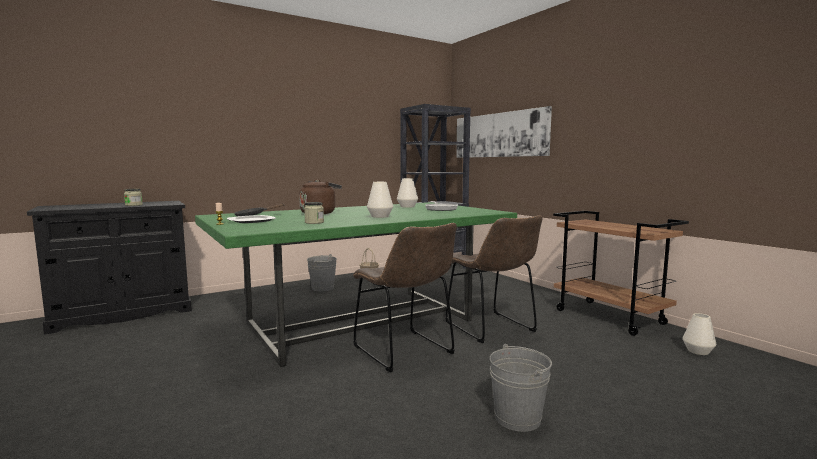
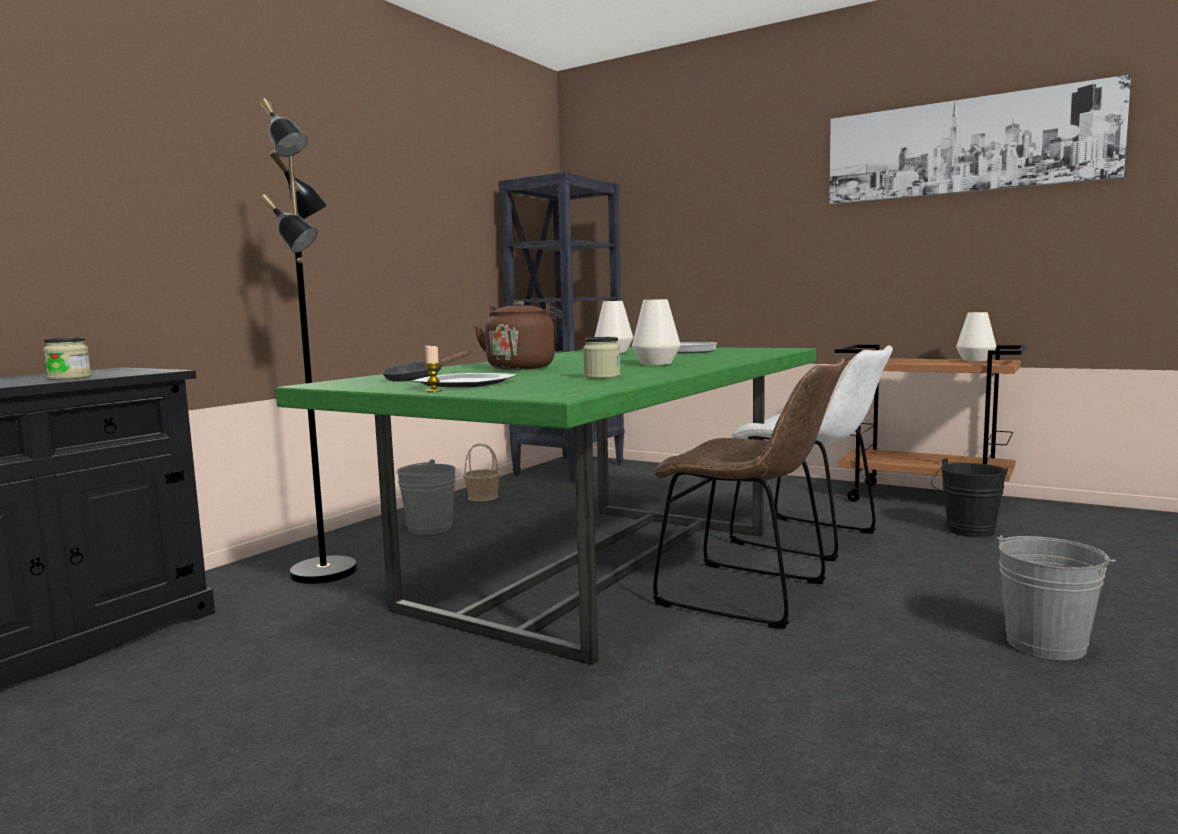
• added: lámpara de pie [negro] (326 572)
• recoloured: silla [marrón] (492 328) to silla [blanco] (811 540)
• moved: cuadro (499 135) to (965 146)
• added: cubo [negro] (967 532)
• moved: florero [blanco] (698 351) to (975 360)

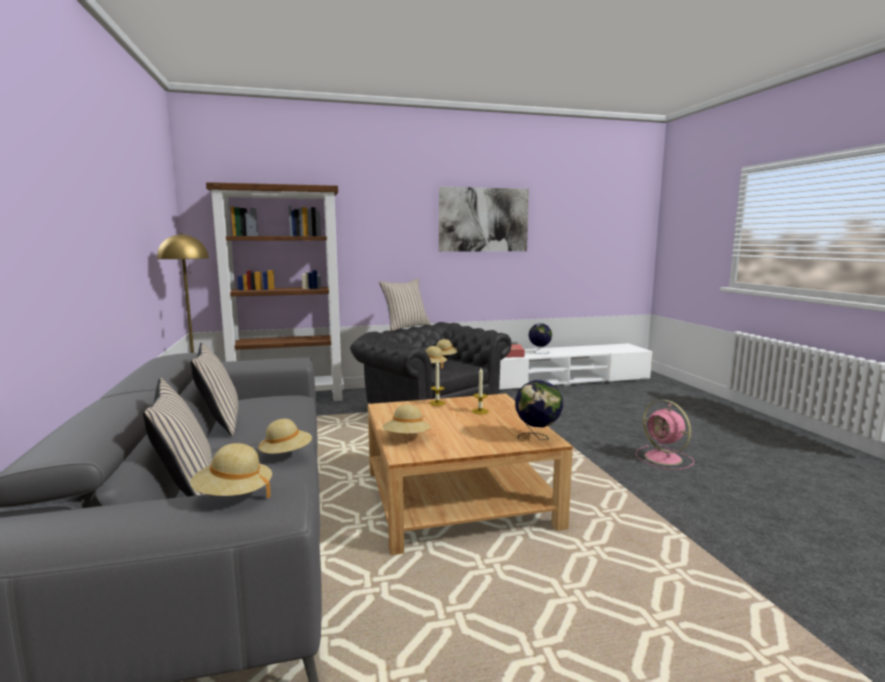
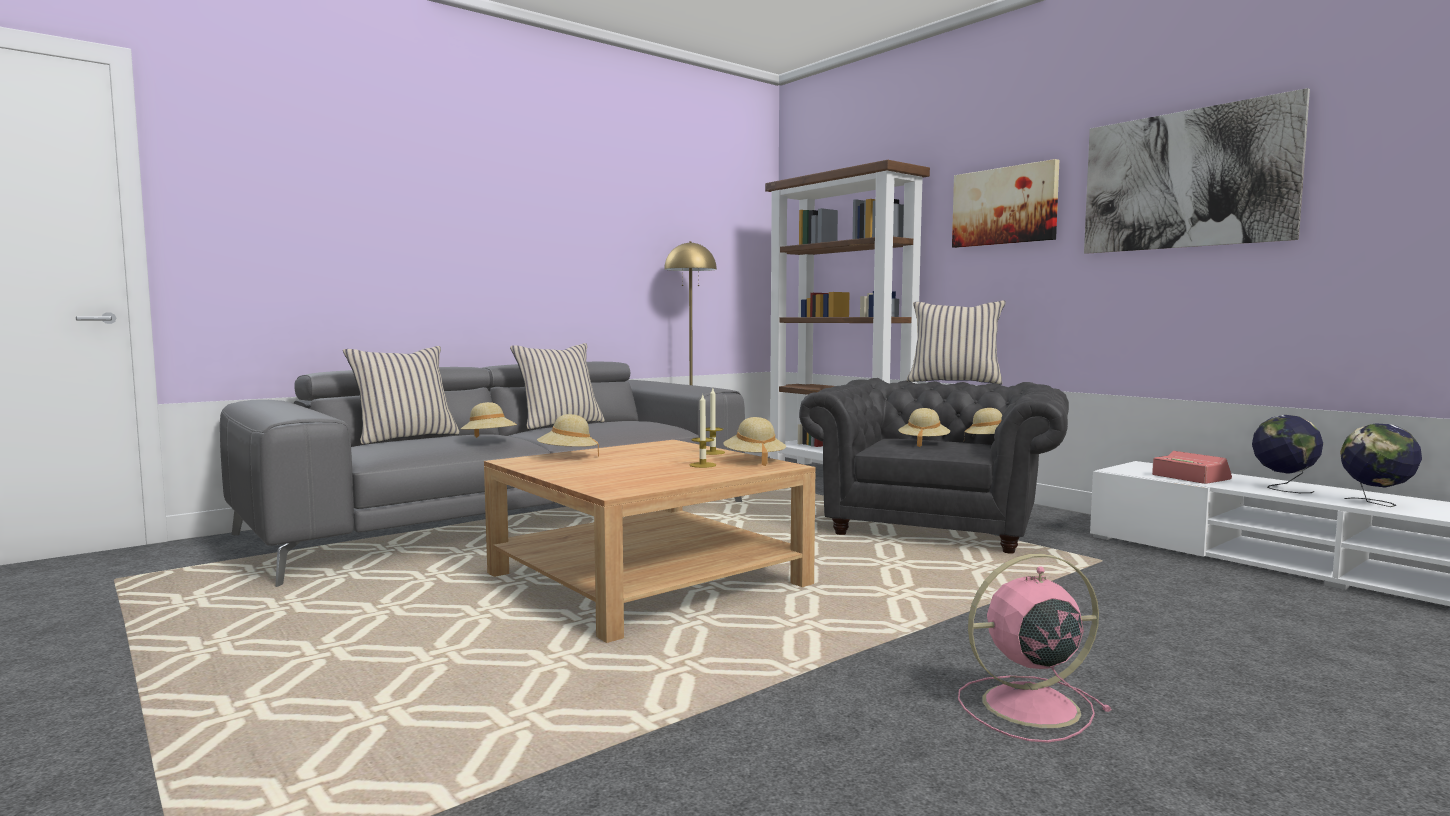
• moved: sombrero [beis] (233 495) to (754 460)
• added: cuadro (1004 206)
• turned: ventilador [rosa] (664 458) = (1026 706) 45 degrees clockwise
• moved: globo terráqueo (537 438) to (1376 503)

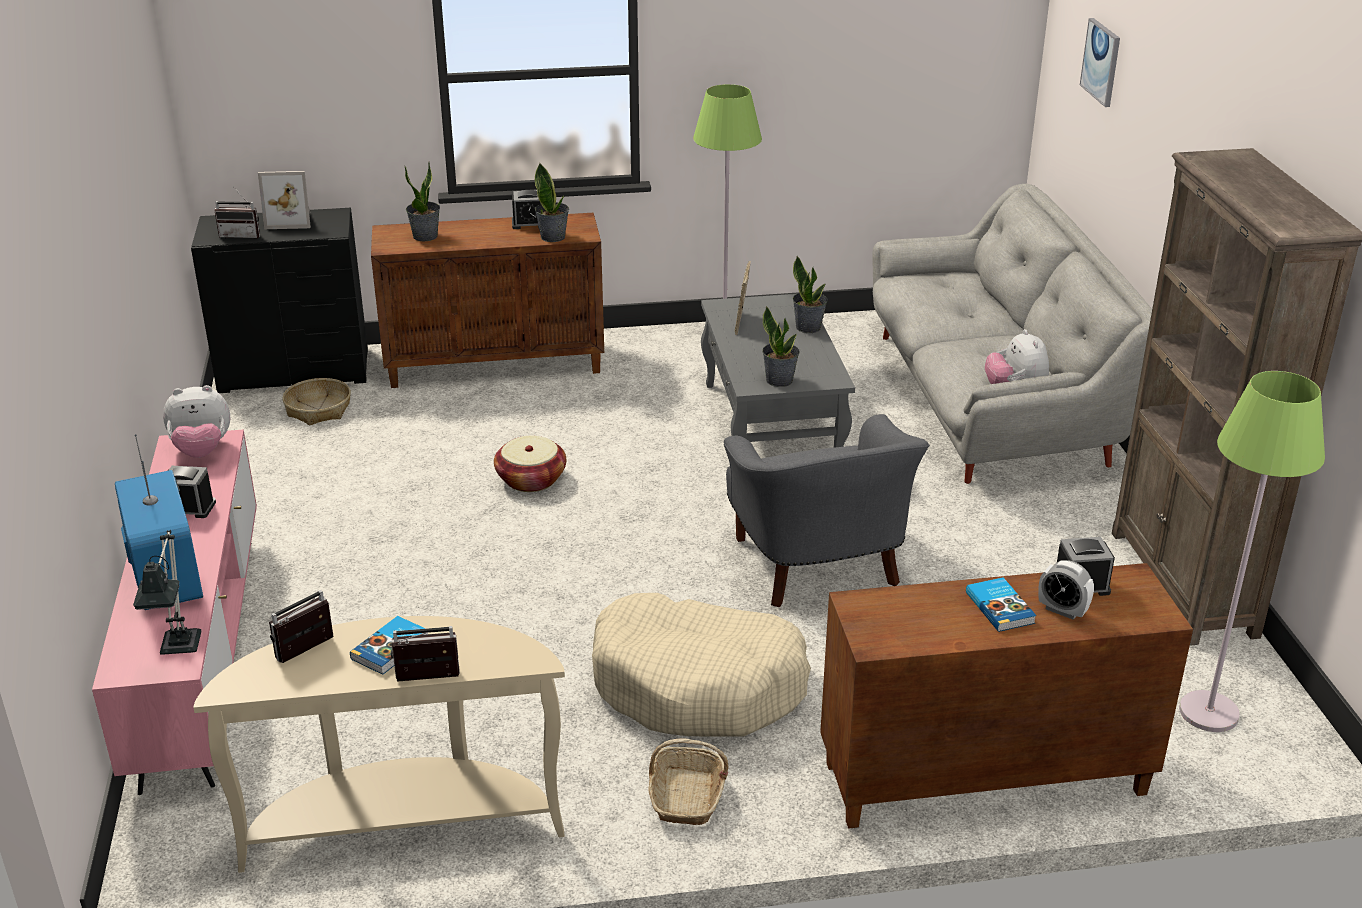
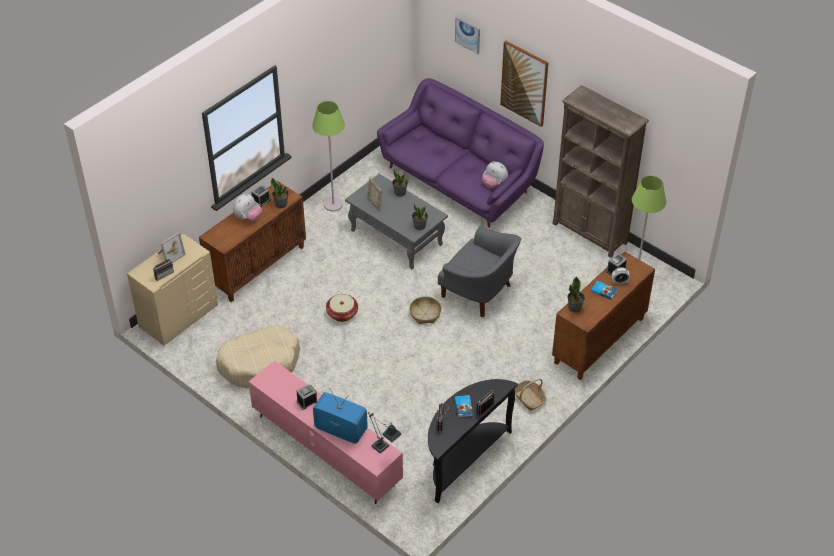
• recoloured: cómoda [negro] (294 370) to cómoda [beis] (178 316)
• moved: cama para perro [beis] (698 685) to (260 363)
• moved: peluche (202 451) to (248 217)
• recoloured: sofá [gris] (988 401) to sofá [morado] (459 182)
• moved: cesta (318 410) to (425 314)
• recoloured: mesa consola [beis] (403 823) to mesa consola [negro] (463 459)
• added: cuadro (524 83)
• moved: planta en maceta (425 236) to (575 308)

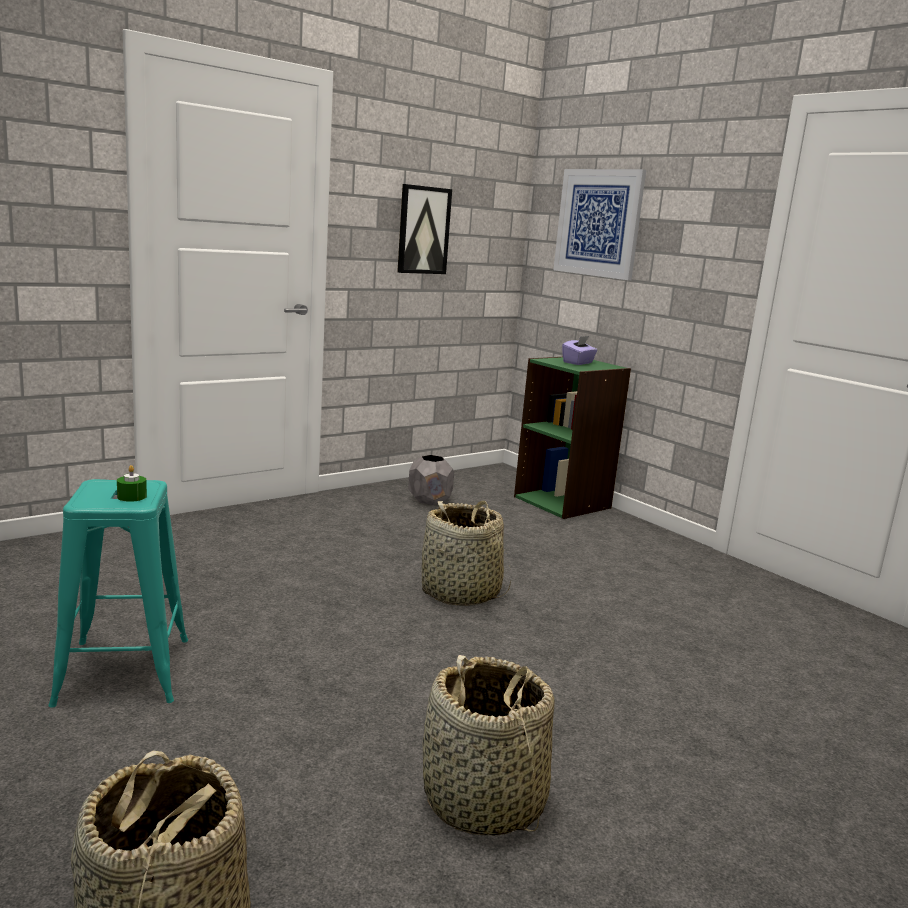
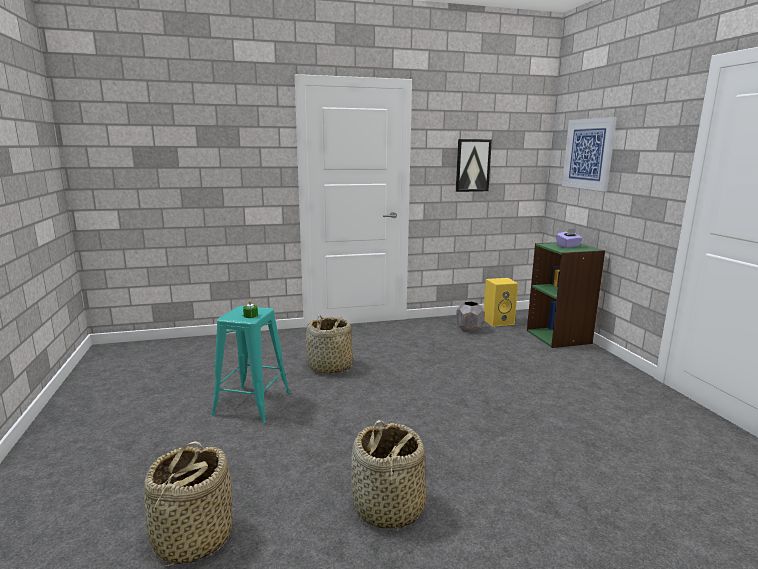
• moved: cesta (461 593) to (330 367)
• added: altavoz [amarillo] (498 321)

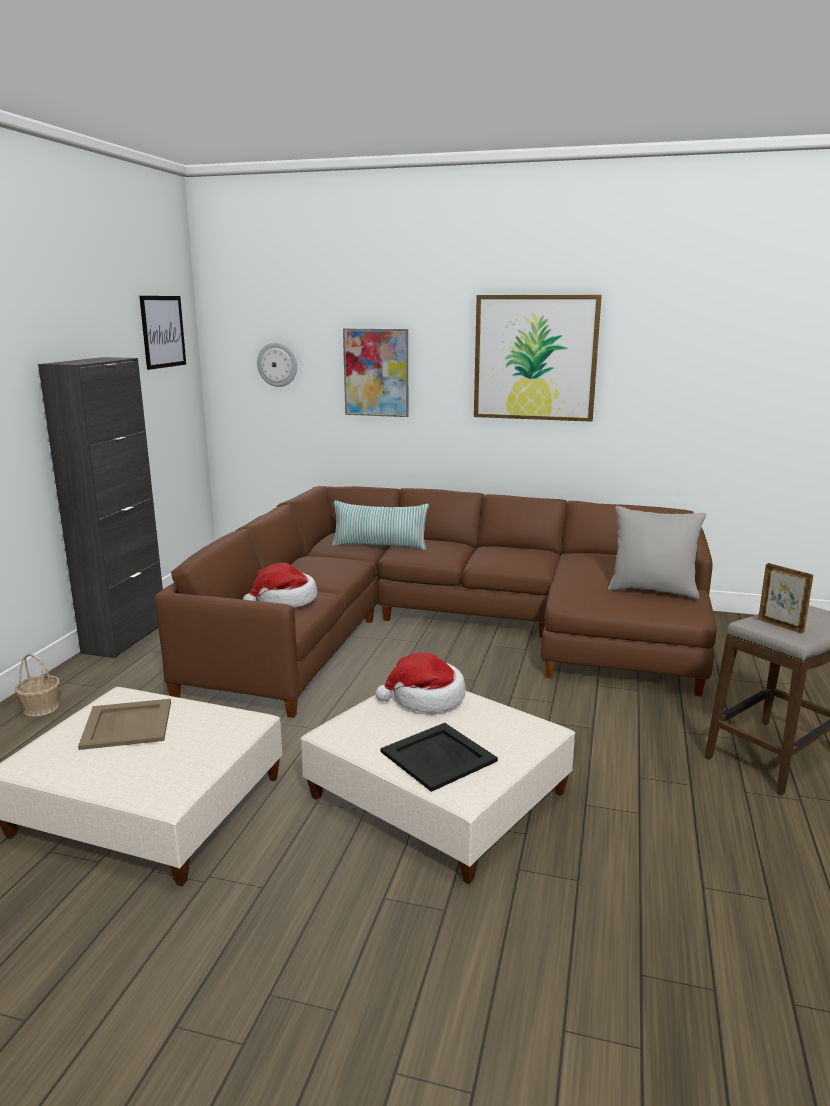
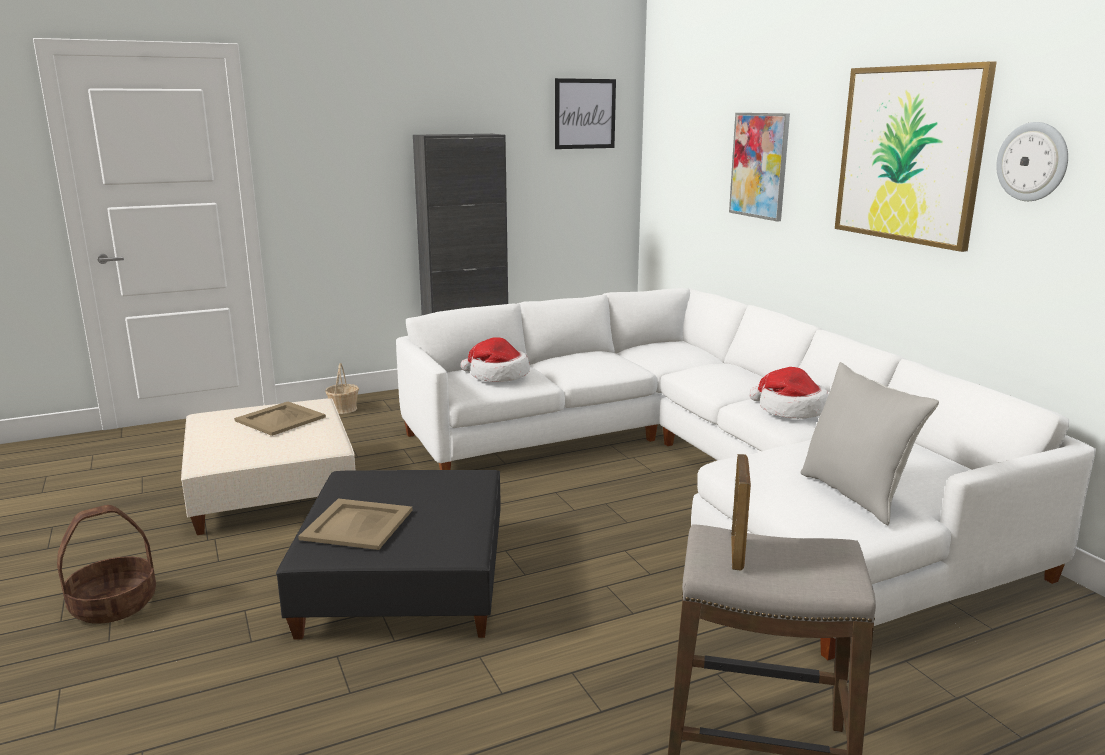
• added: cesta (113 605)
• recoloured: puf [beis] (438 795) to puf [negro] (406 578)
• recoloured: bandeja [negro] (438 756) to bandeja [beis] (358 524)
• recoloured: sofá [marrón] (447 629) to sofá [blanco] (702 474)
• moved: sombrero (426 698) to (790 410)
• moved: reloj de pared (277 364) to (1033 162)
• removed: cojín (379 546)

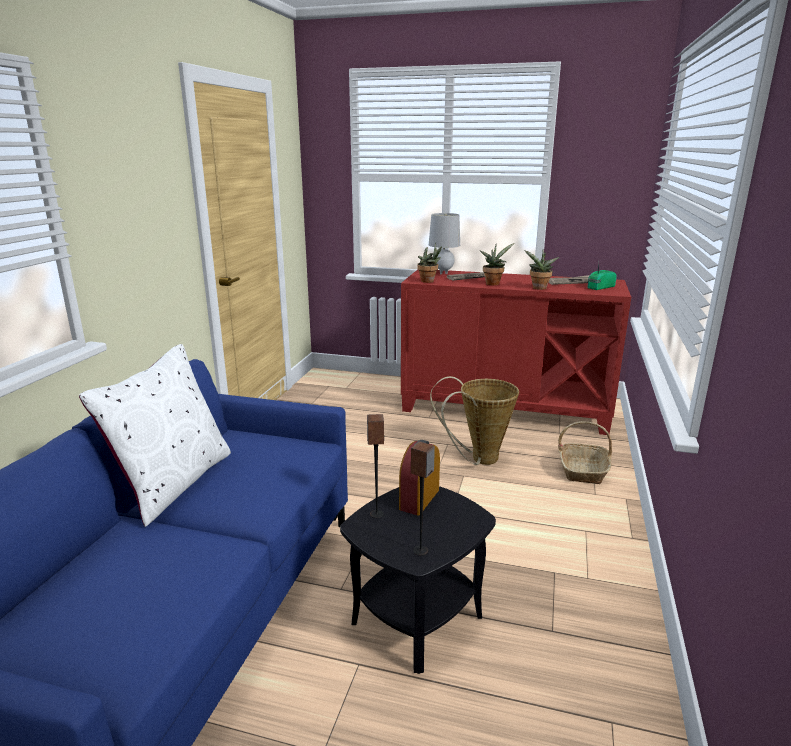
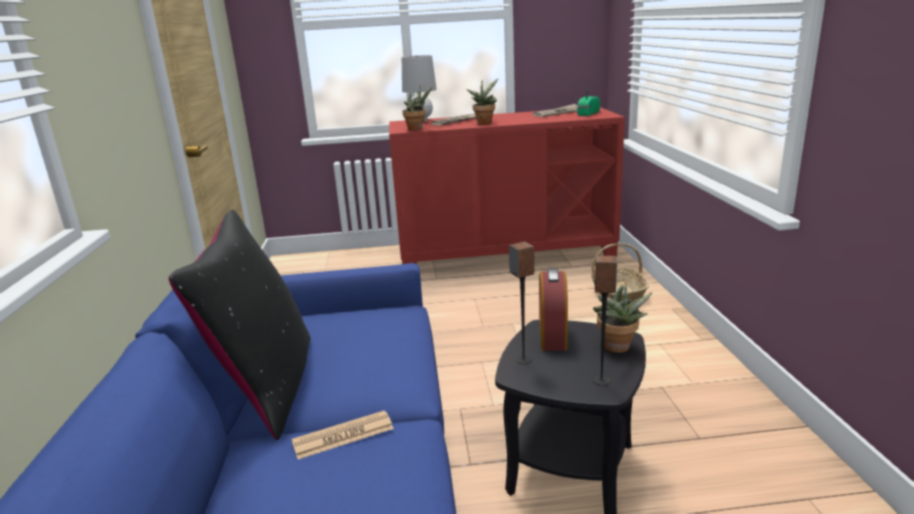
• recoloured: cojín [blanco] (174 483) to cojín [negro] (267 385)
• added: periódico (343 435)
• moved: planta en maceta (539 288) to (617 349)
• removed: cesta (478 459)

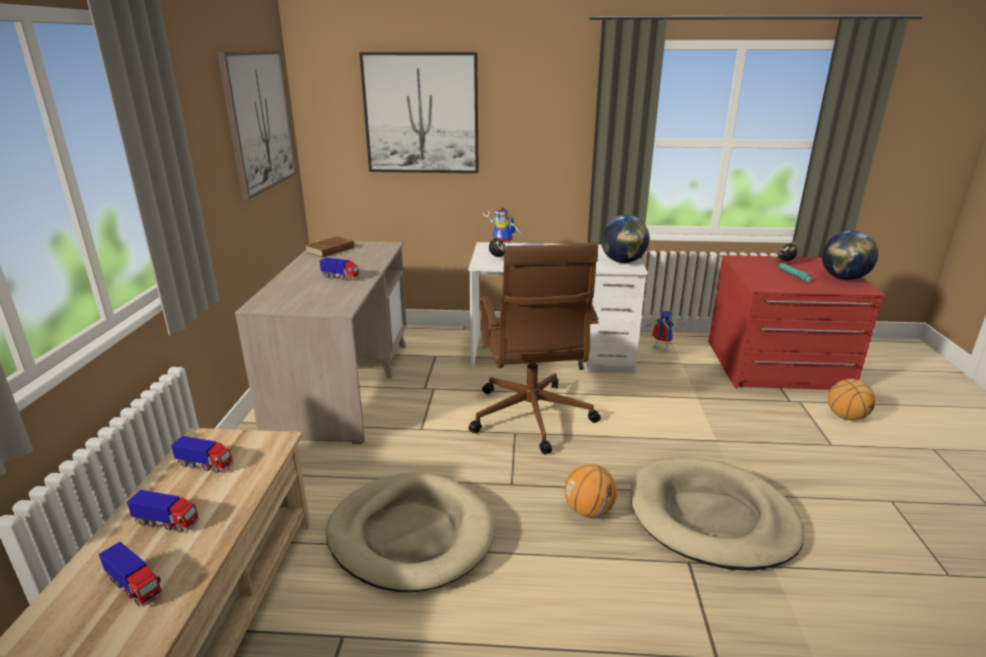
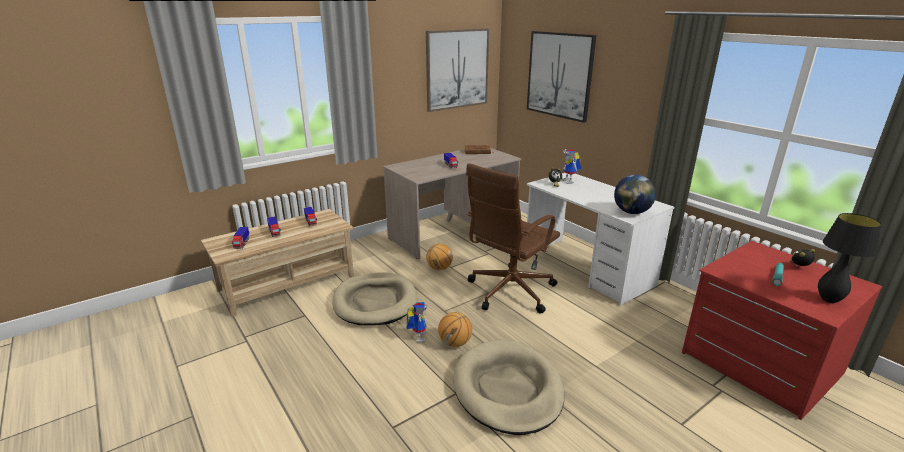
• moved: robot de juguete (659 349) to (417 336)
• moved: balón de baloncesto (846 417) to (439 268)
• replaced: globo terráqueo (843 278) to lámpara de mesa [negro] (829 300)

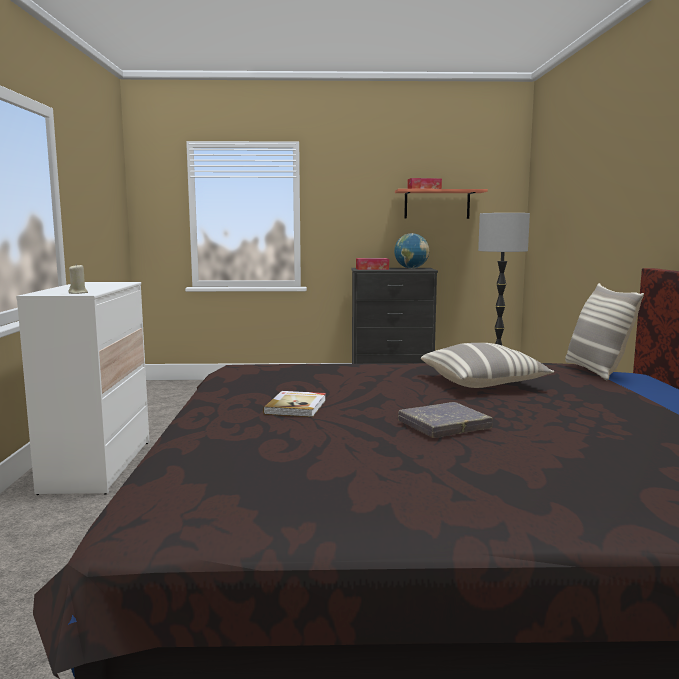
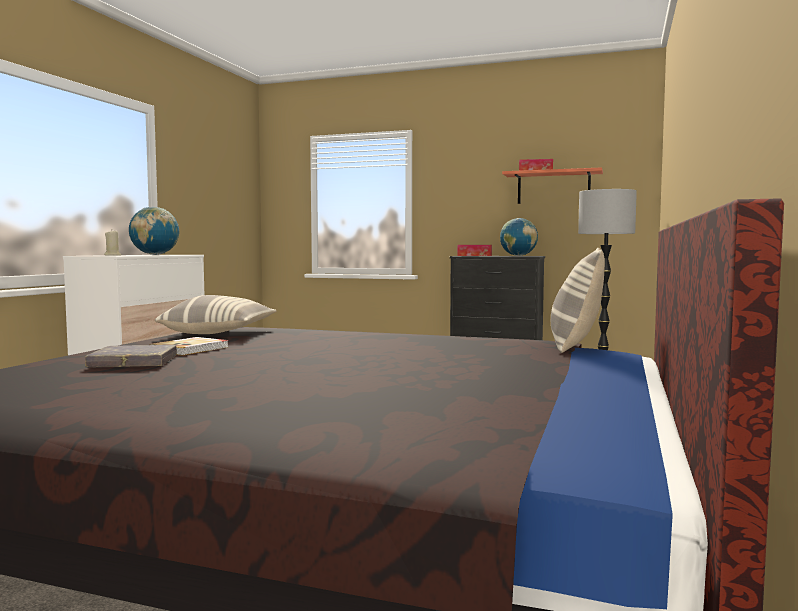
• moved: libro [gris] (444 425) to (133 362)
• added: globo terráqueo (155 254)
• moved: cojín (483 383) to (219 333)

